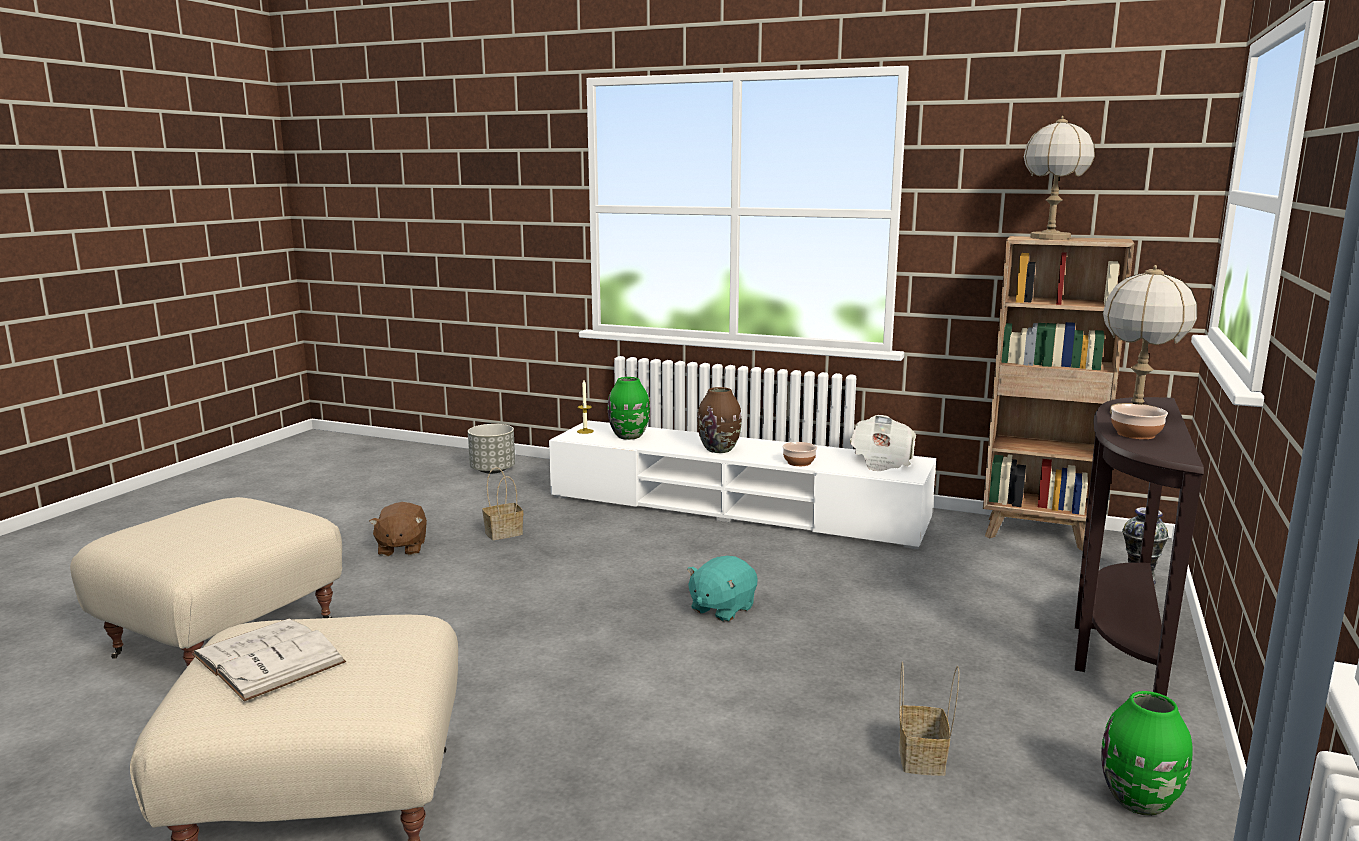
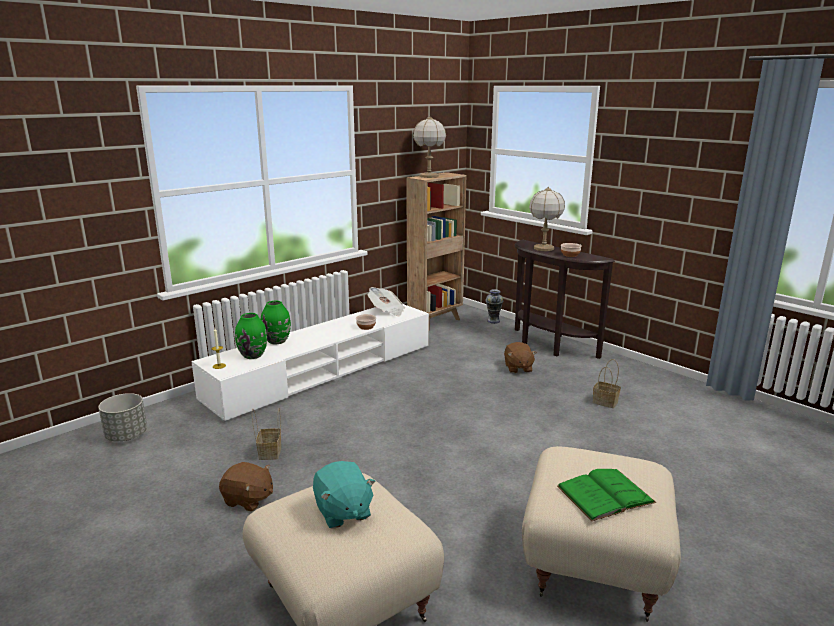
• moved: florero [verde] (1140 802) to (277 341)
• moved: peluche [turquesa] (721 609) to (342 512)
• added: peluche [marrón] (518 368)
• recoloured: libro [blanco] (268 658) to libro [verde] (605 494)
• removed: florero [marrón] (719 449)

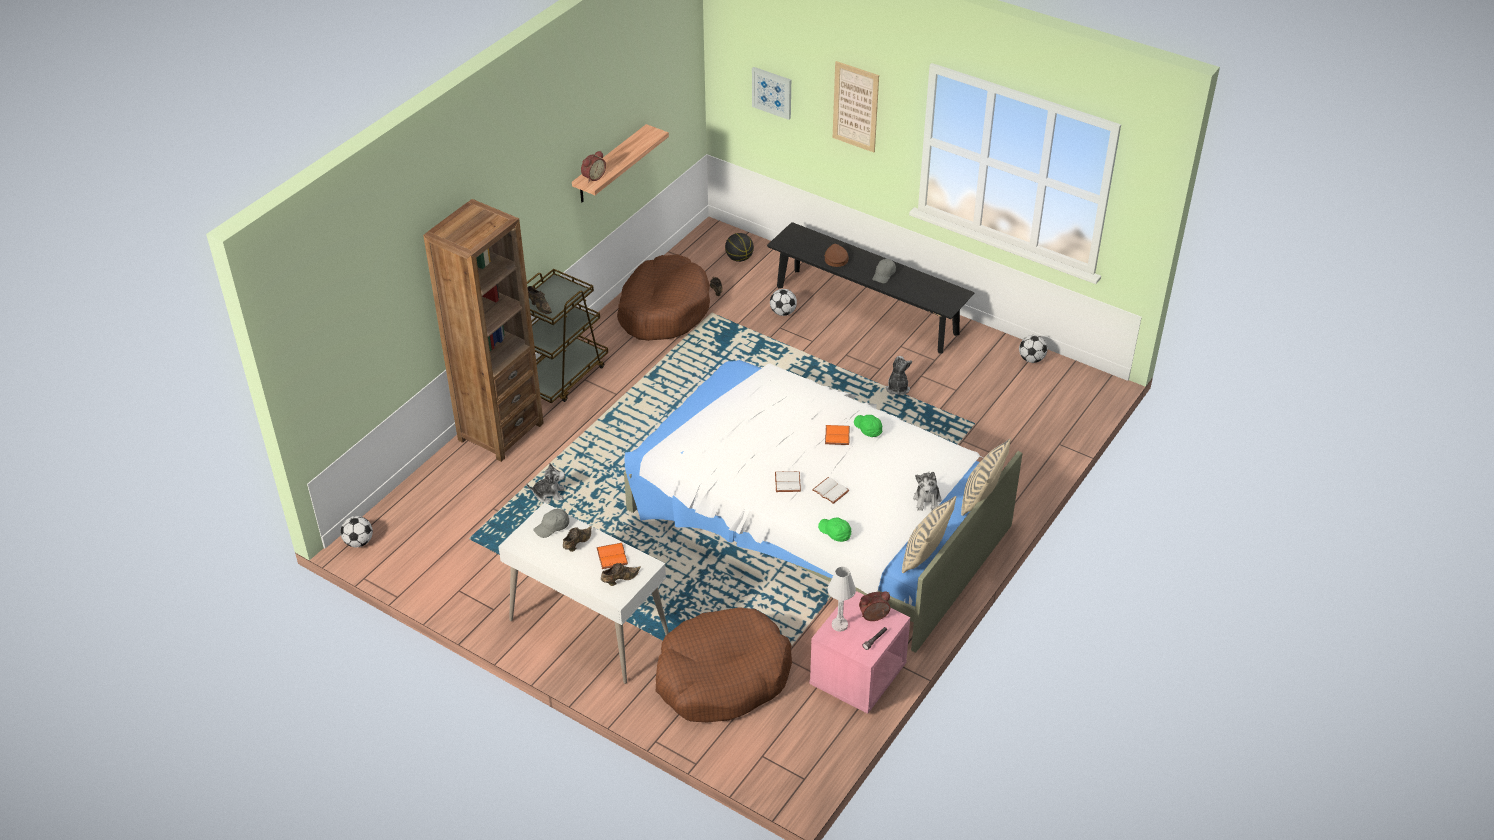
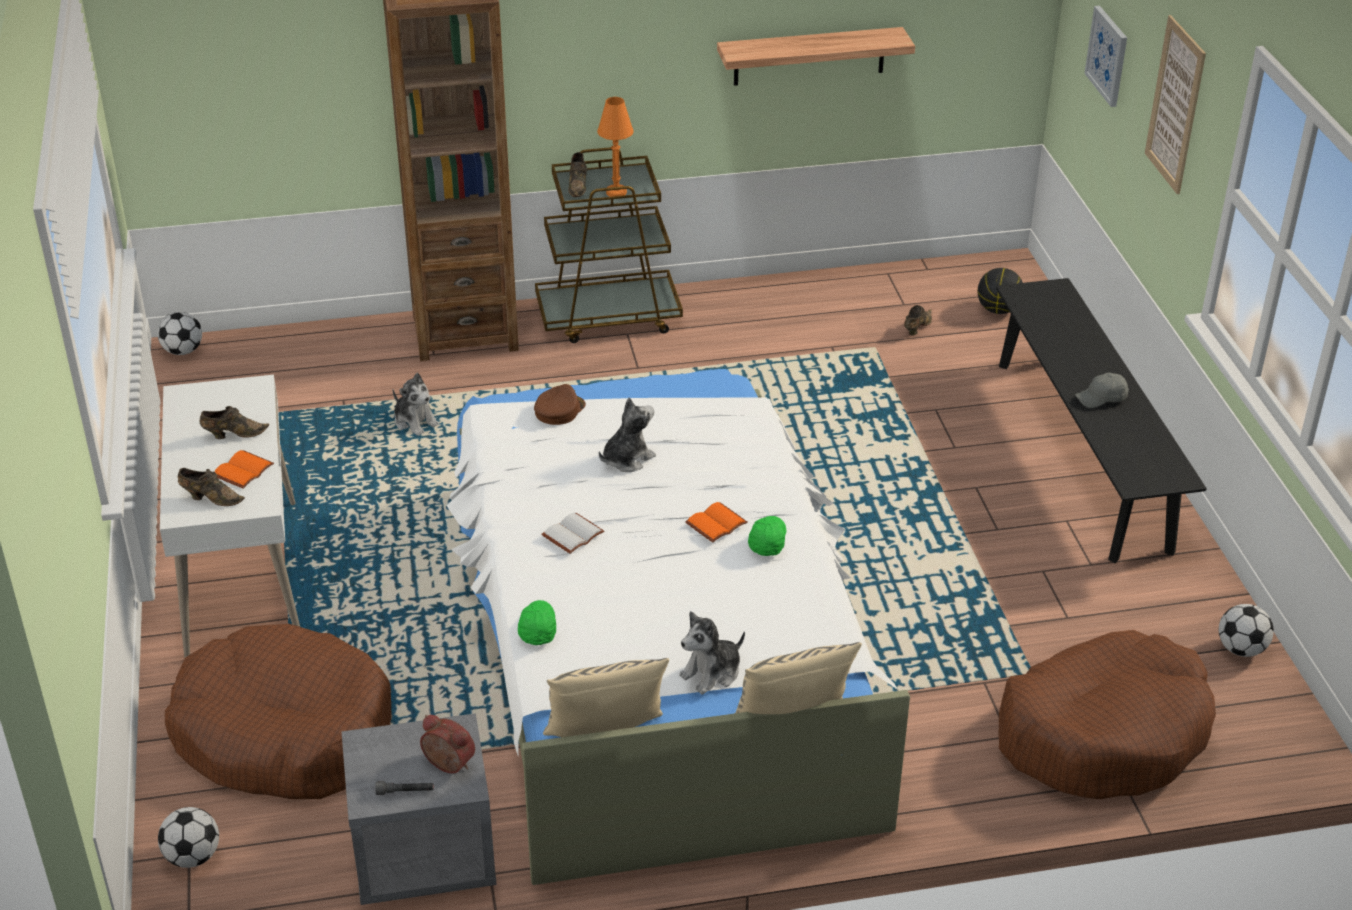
• moved: balón de fútbol (783 312) to (193 857)
• recoloured: mesita de noche [rosa] (857 677) to mesita de noche [gris] (423 856)
• moved: gorra [marrón] (835 258) to (559 410)
• added: lámpara de mesa [naranja] (616 192)
• moved: peluche (897 388) to (627 459)
• moved: cama para perro [marrón] (663 310) to (1103 734)
• removed: gorra [gris] (552 527)
• removed: despertador (593 177)
• removed: libro [blanco] (831 491)
• removed: lámpara de mesa [blanco] (839 625)

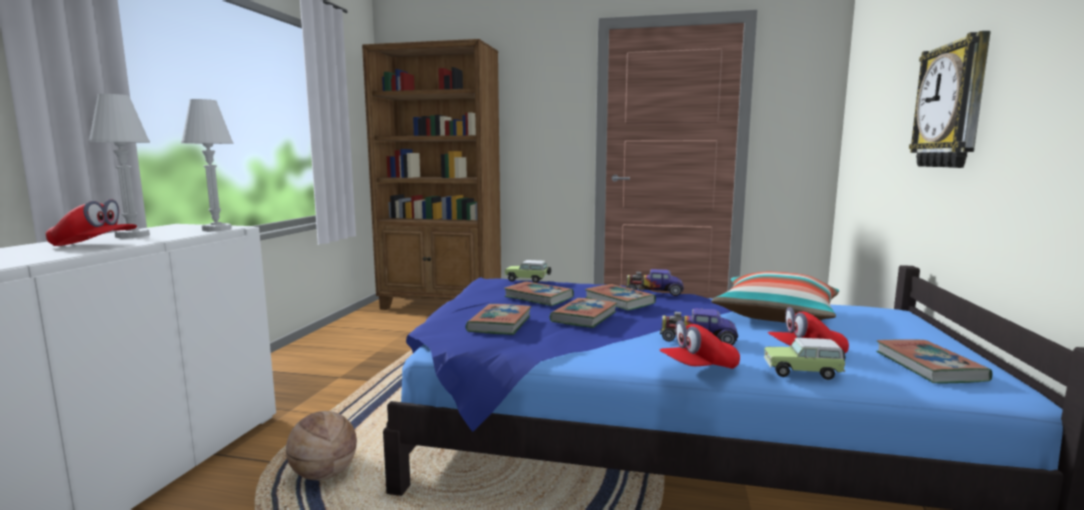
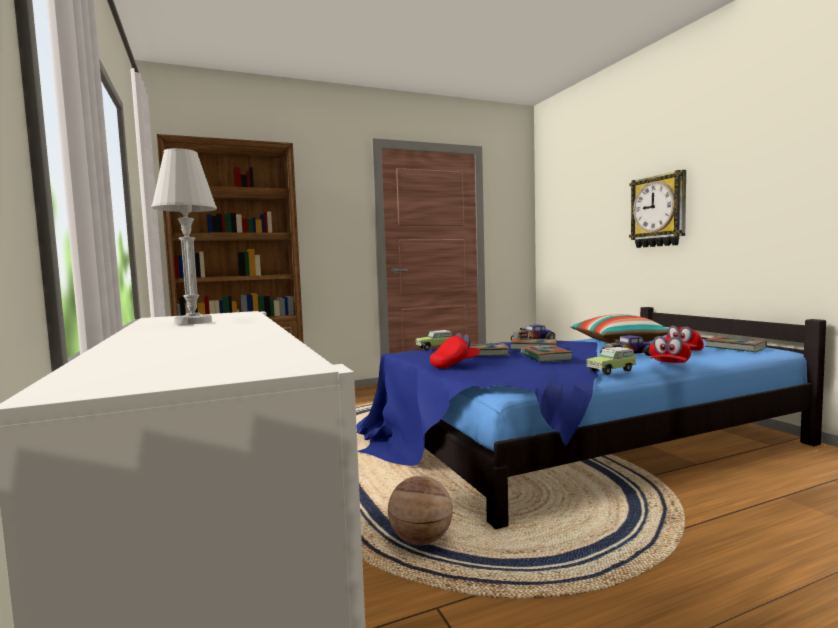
• moved: gorra [rojo] (94 245) to (455 365)
• moved: coche de juguete (804 373) to (612 371)
• removed: lámpara de mesa [blanco] (216 229)
• removed: libro (500 324)

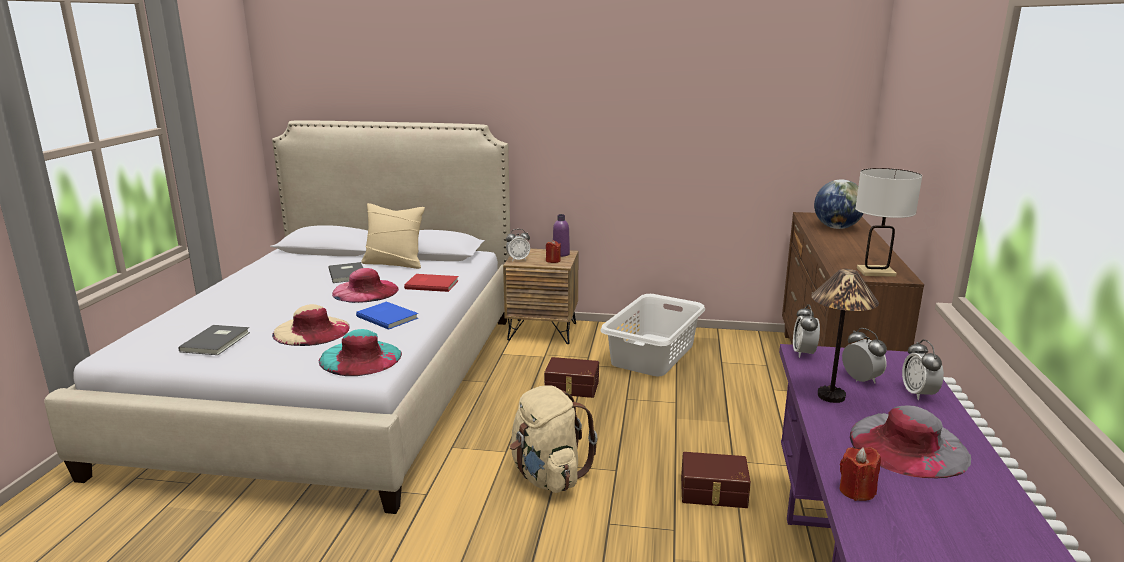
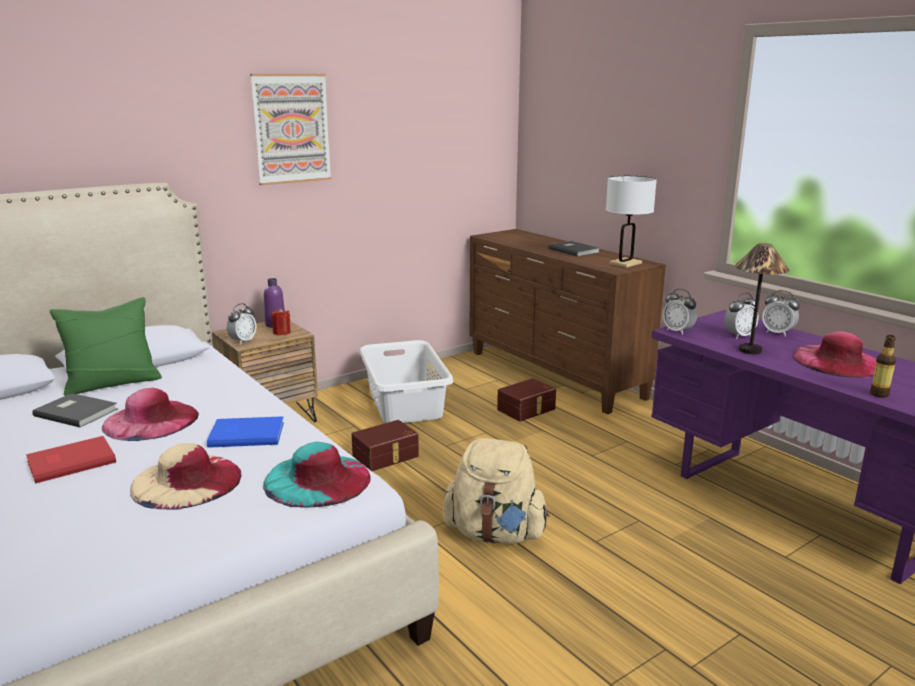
• moved: libro [rojo] (431 284) to (70 461)
• recoloured: cojín [beis] (394 263) to cojín [verde] (112 383)
• added: cuadro (291 129)
• moved: caja de almacenaje [marrón] (713 492) to (527 410)
• moved: libro [gris] (217 341) to (574 250)
• turned: despertador (860 380) = (739 336) 135 degrees clockwise
• recoloured: sombrero [gris] (908 445) to sombrero [rosa] (838 361)
• replaced: vela [rojo] (856 491) to botella (879 394)
• removed: globo terráqueo (836 227)

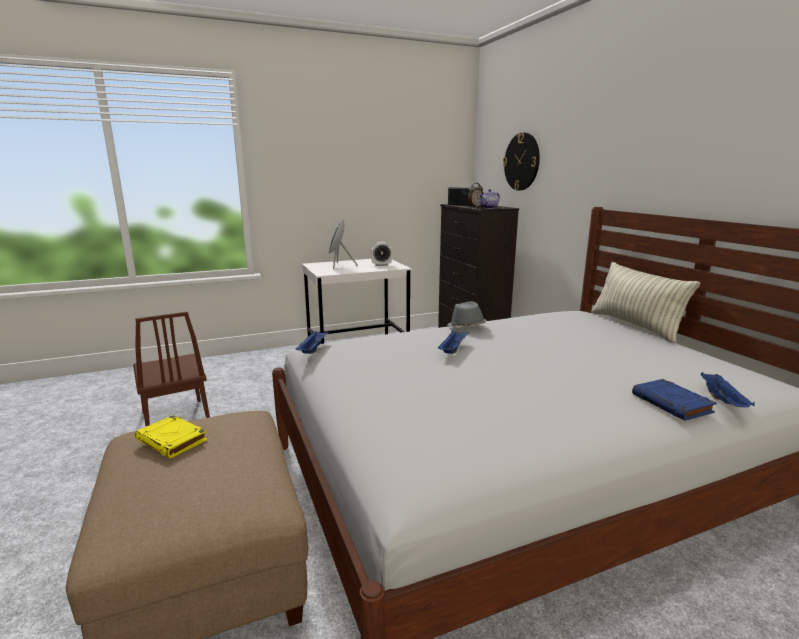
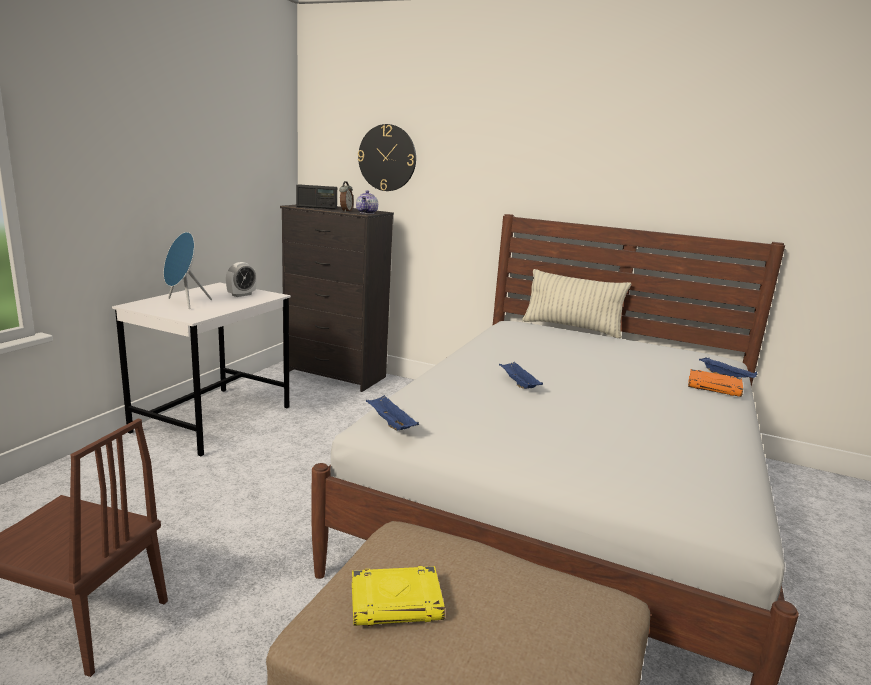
• recoloured: libro [azul] (672 404) to libro [naranja] (714 387)
• removed: sombrero [gris] (466 327)

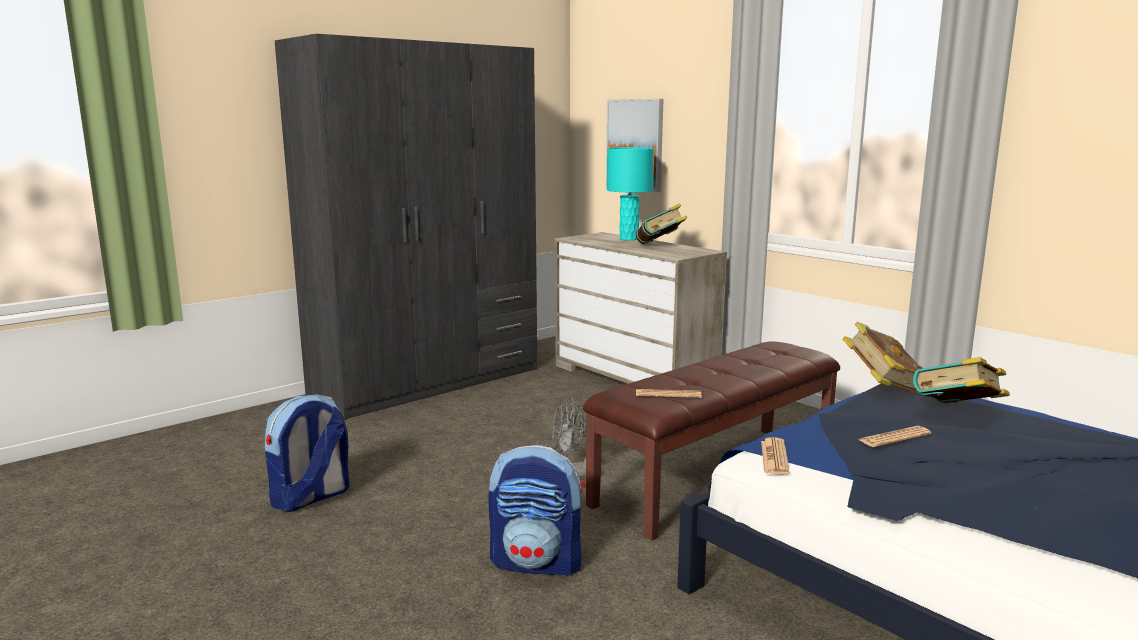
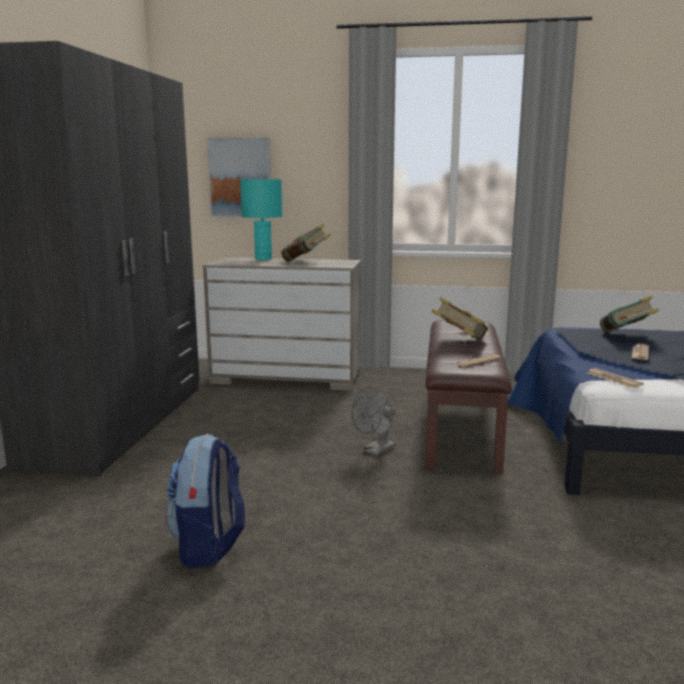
• moved: libro (882 387) to (459 341)
• removed: mochila (538 563)

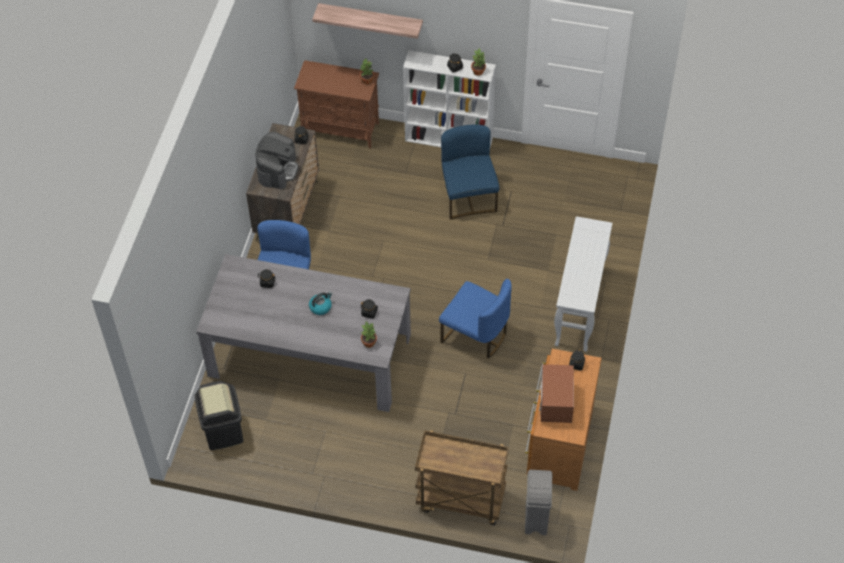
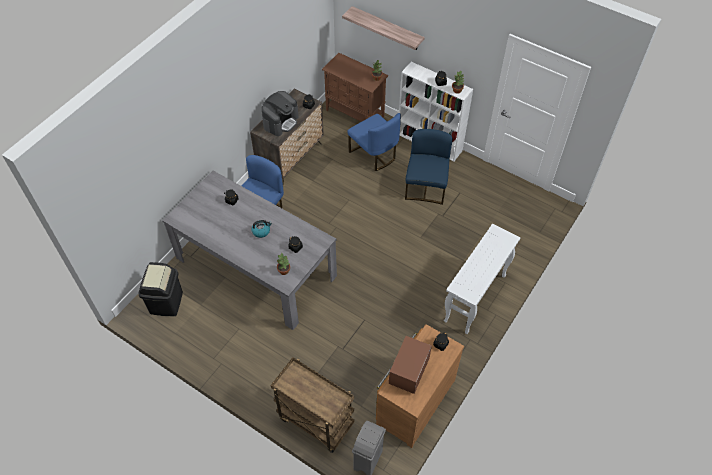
• moved: silla [azul] (475 335) to (374 154)

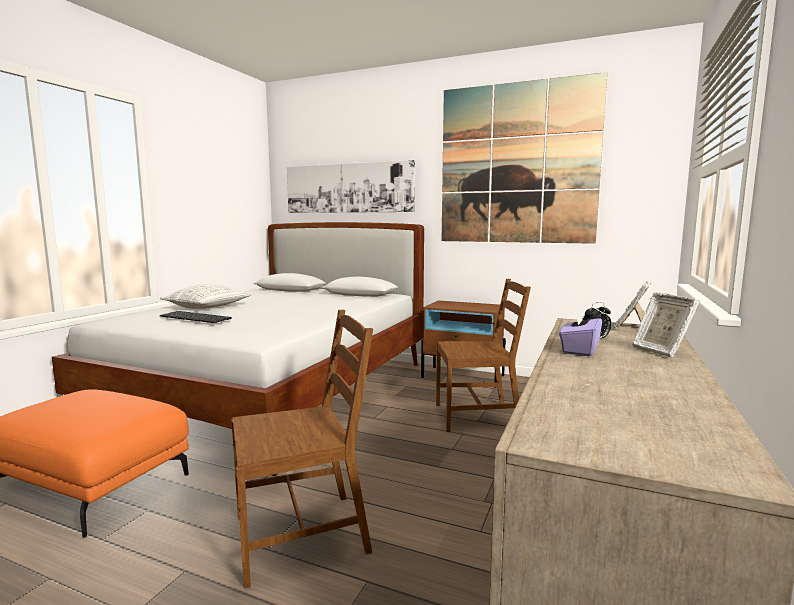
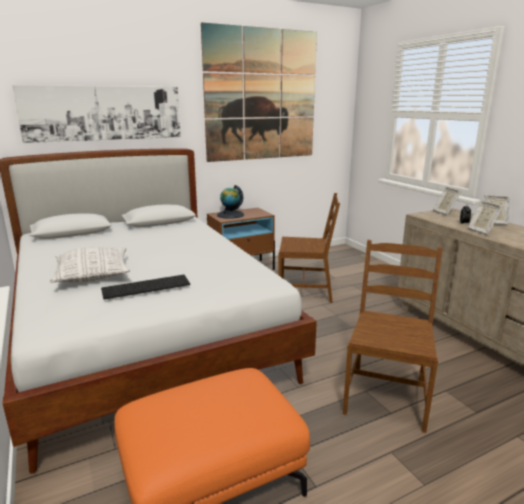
• added: globo terráqueo (230 215)
• turned: silla [marrón] (477 416) = (306 291) 60 degrees clockwise
• replaced: caja de pañuelos [morado] (579 350) to portarretratos (481 231)

